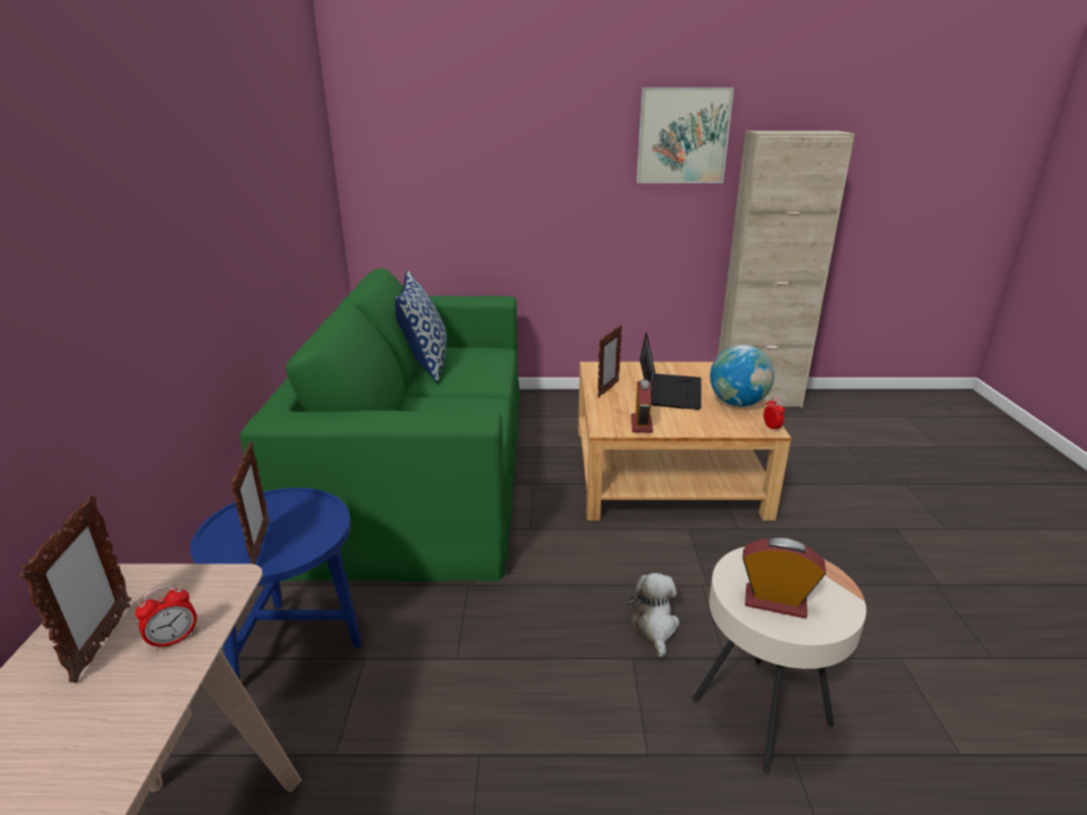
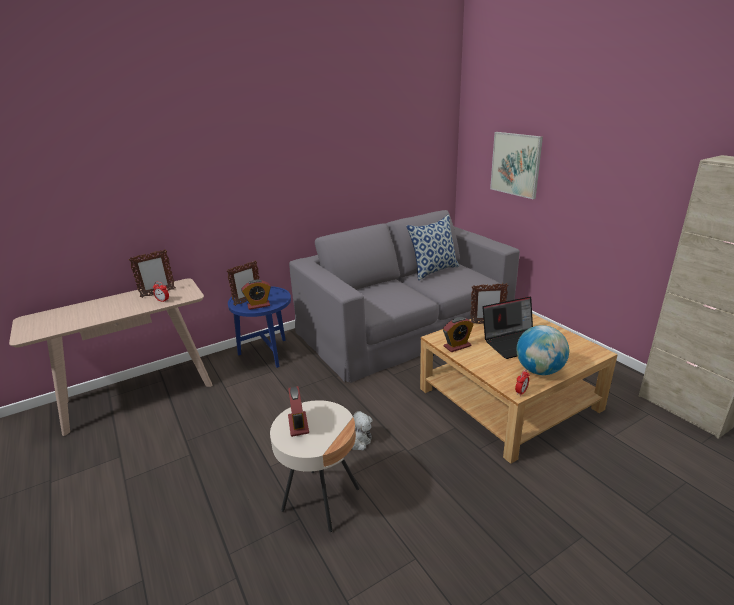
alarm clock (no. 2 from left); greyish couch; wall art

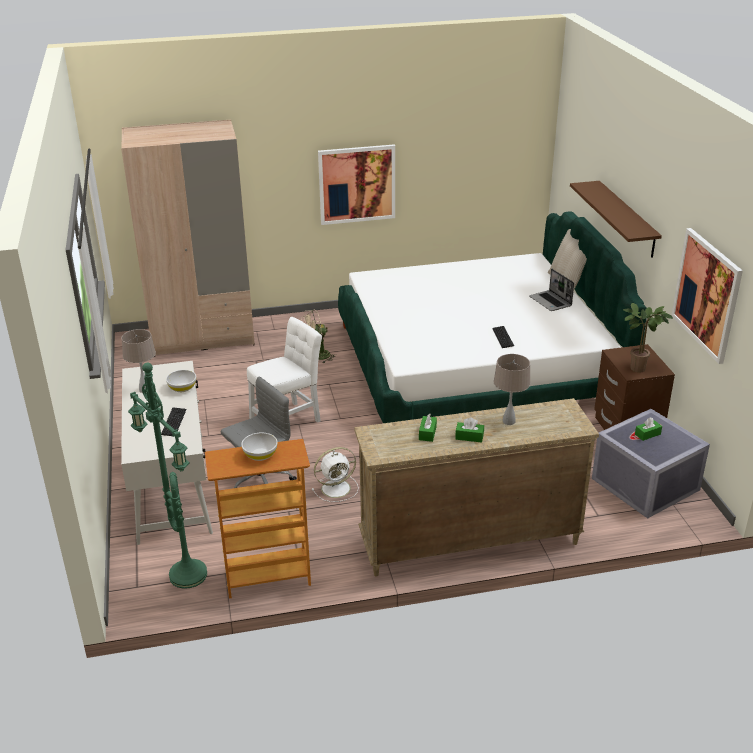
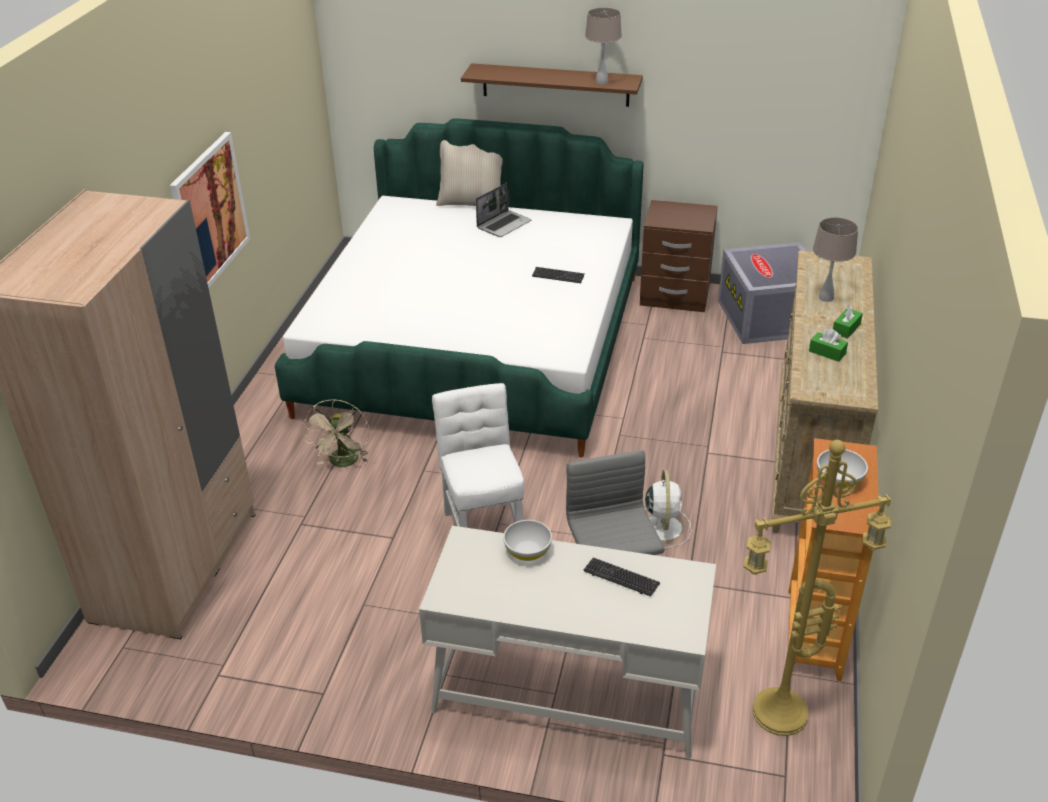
portable computer; sand-coloured tabletop lamp (no. 1 from left); yellow floor lamp; plant in a pot; green tissue holder (no. 3 from left in the first image); wall art (no. 2 from left in the first image)

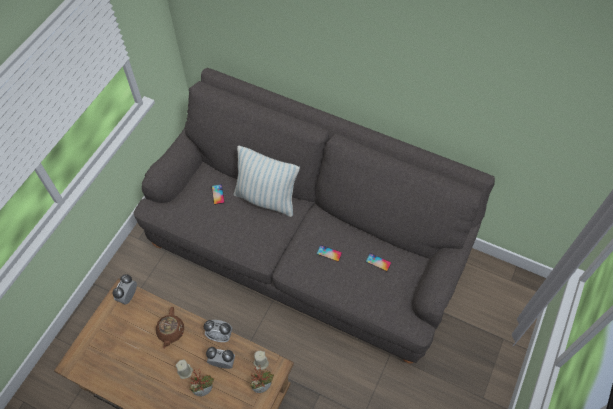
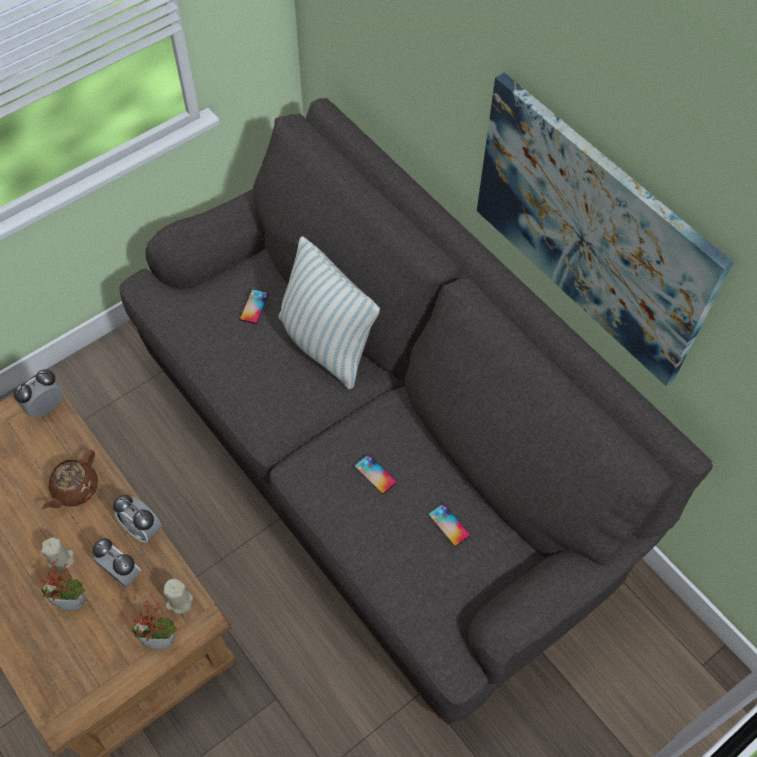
wall art

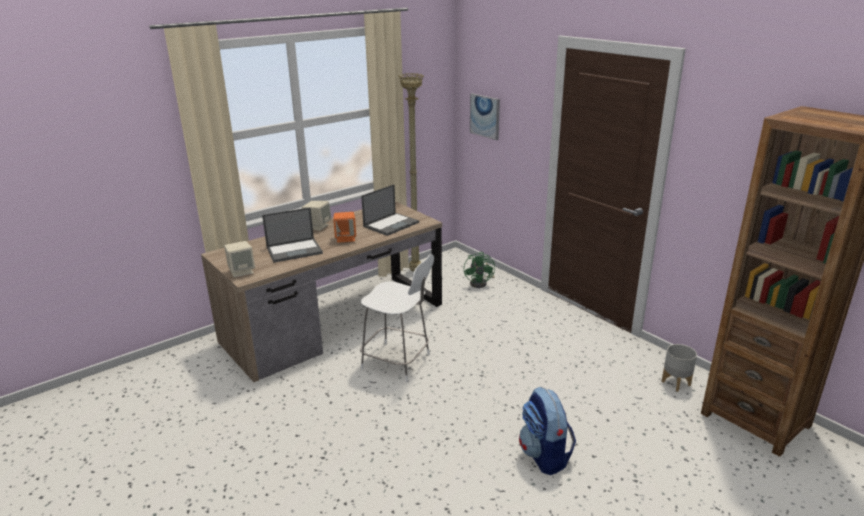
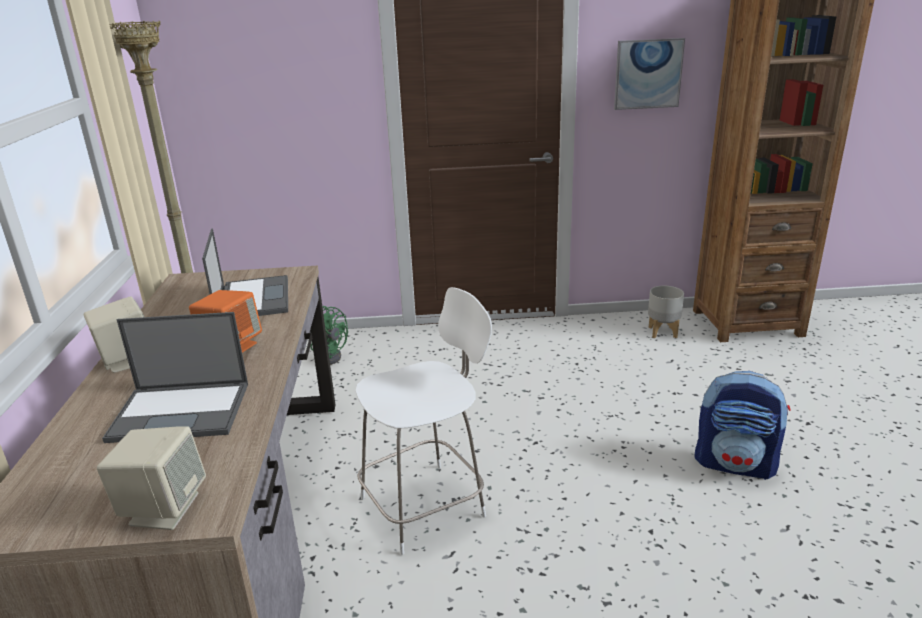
portable computer (no. 1 from left); wall art

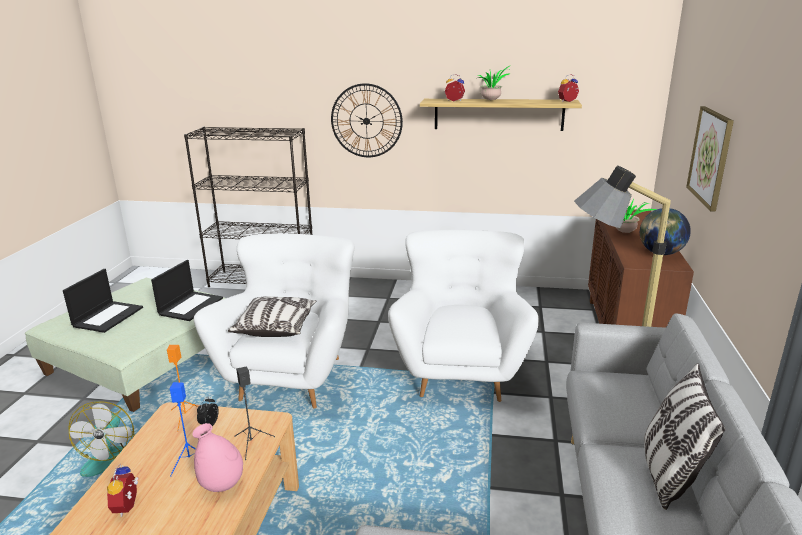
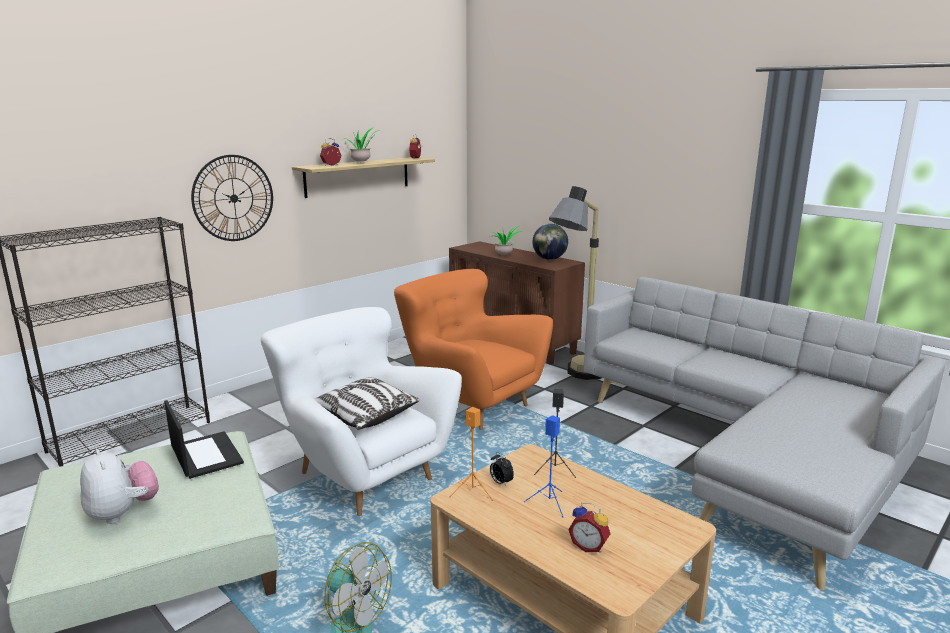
cuddly toy; orange armchair; pinkish flower vase; throw pillow (no. 2 from left in the first image); wall art

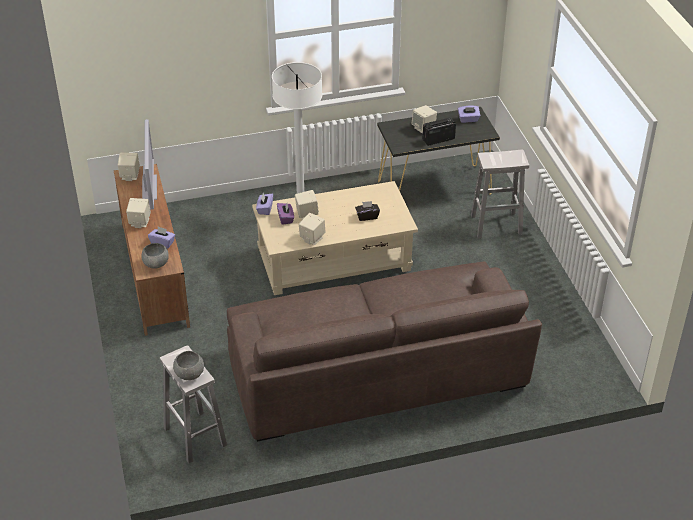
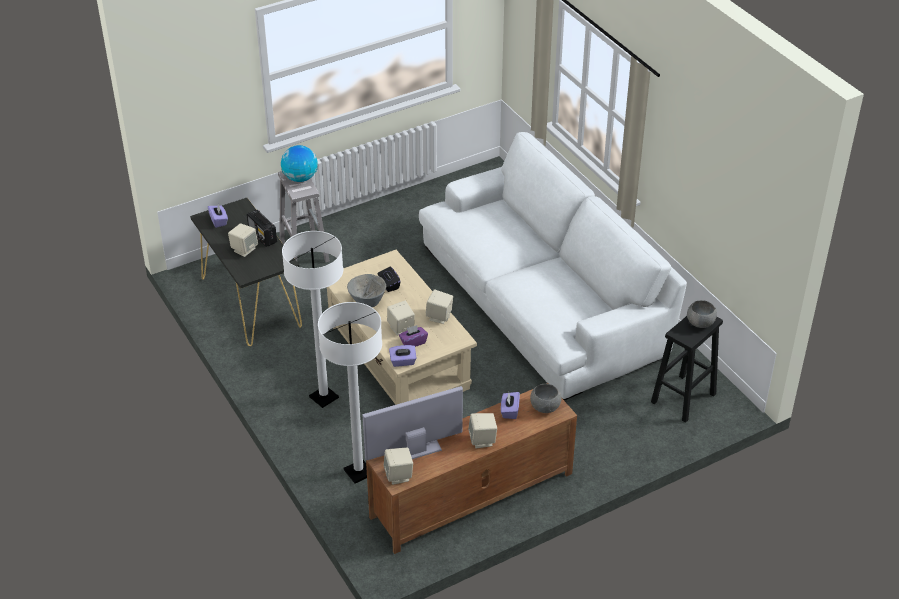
desk globe; white floor lamp (no. 2 from left); greyish bowl (no. 1 from left); white couch; blackish sitting stool

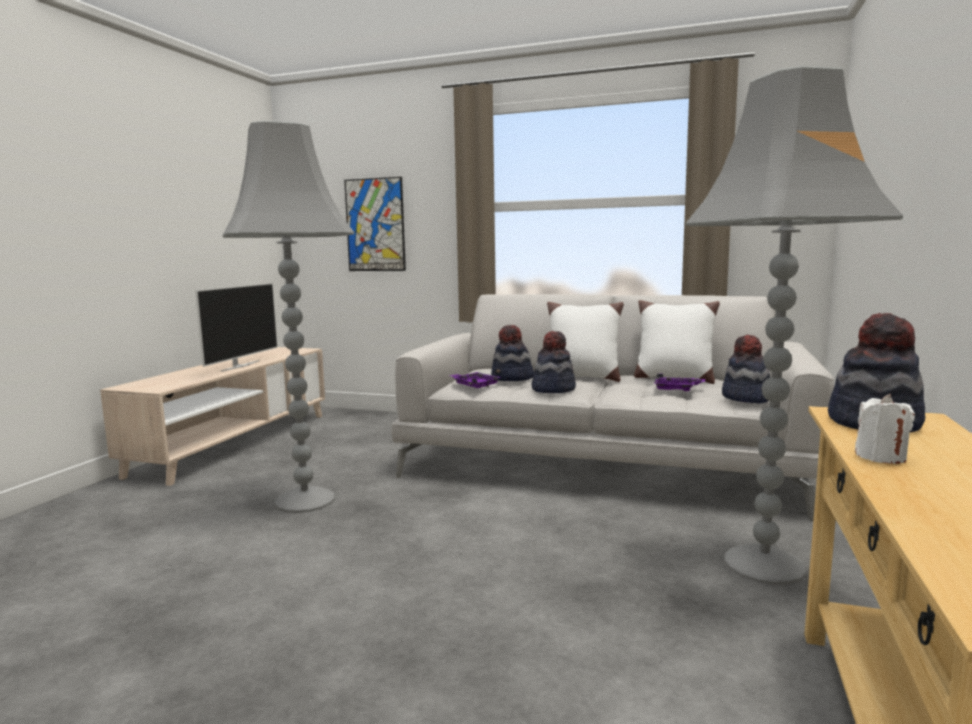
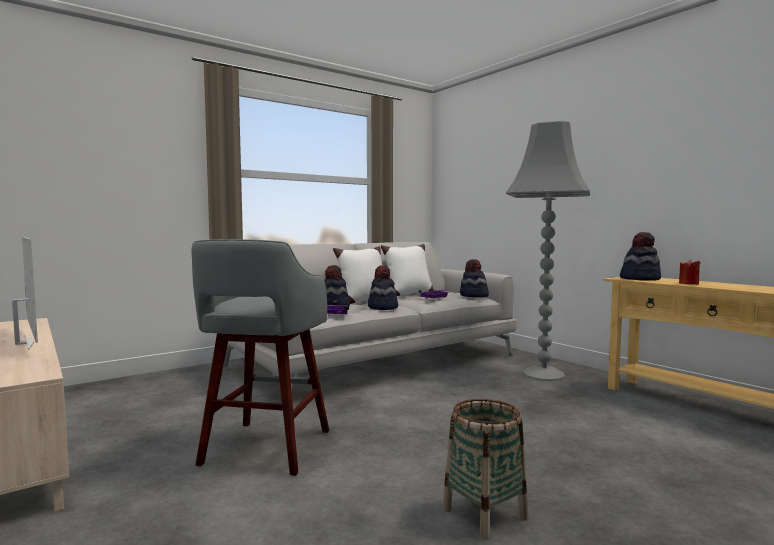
greyish sitting stool; storage basket; red-coloured wax candle; wall art

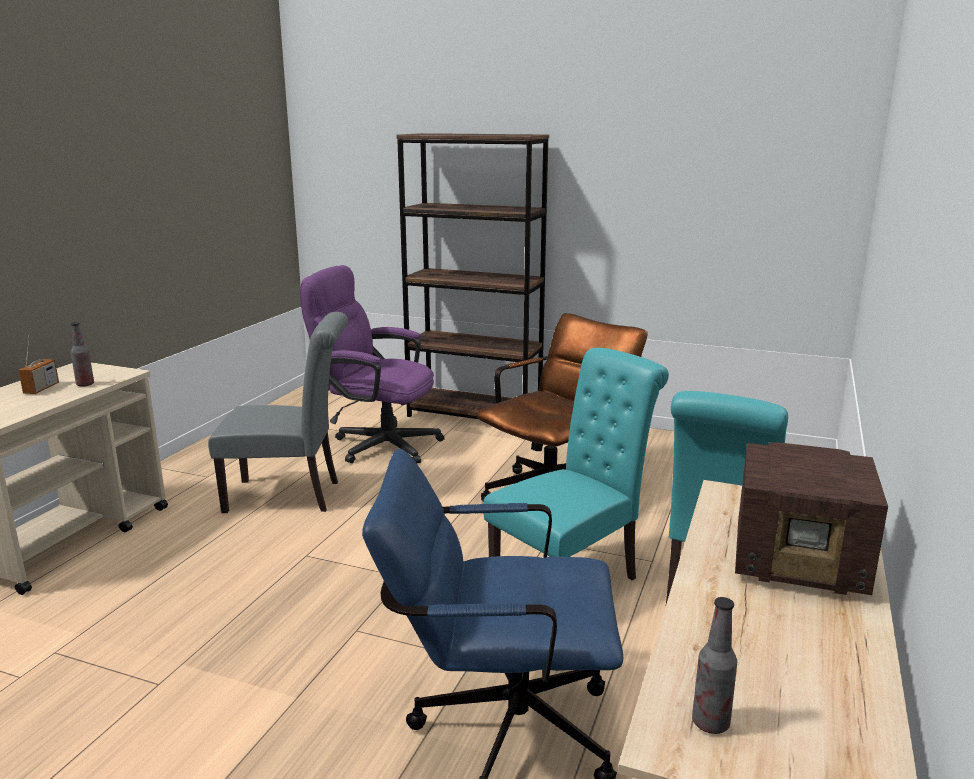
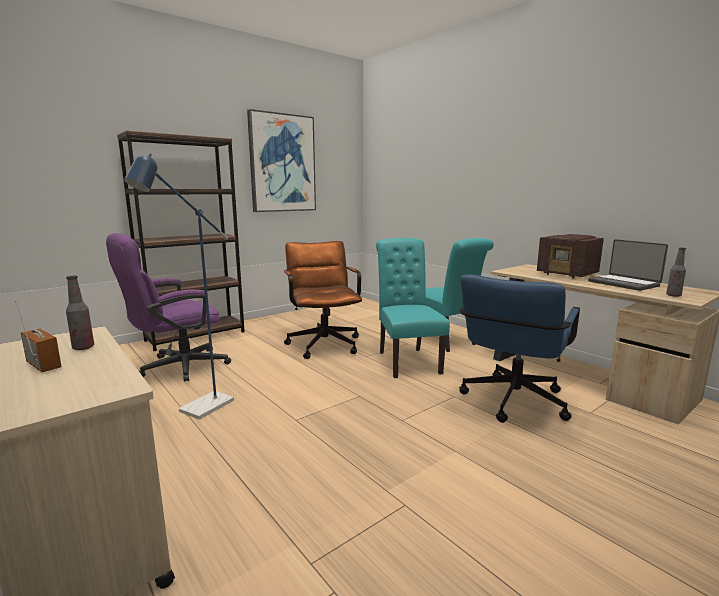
blue floor lamp; wall art; radio receiver (no. 2 from left); portable computer

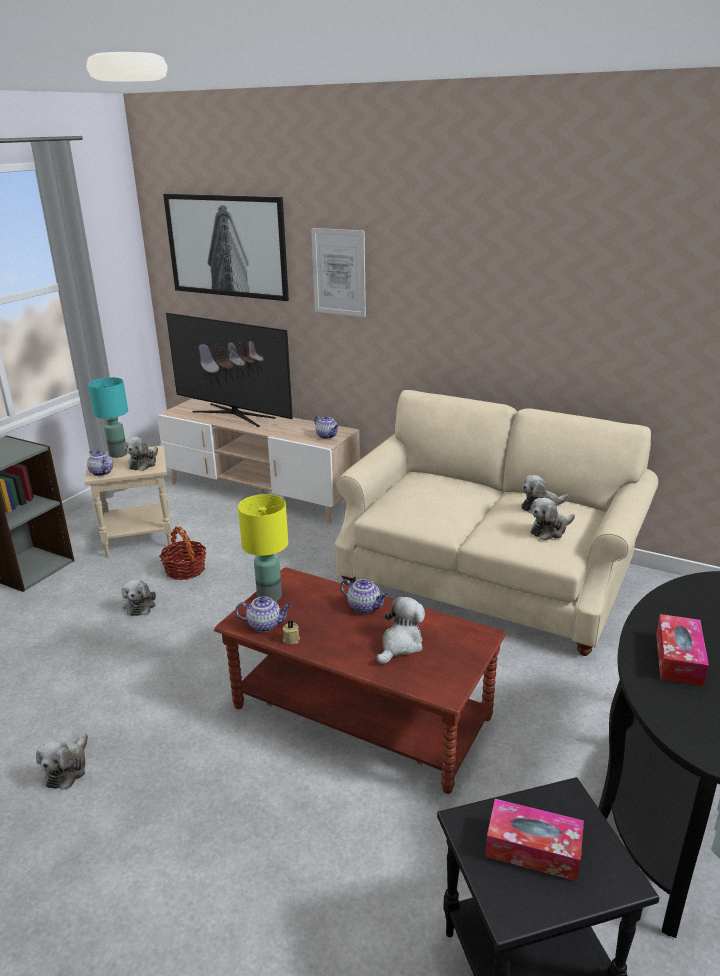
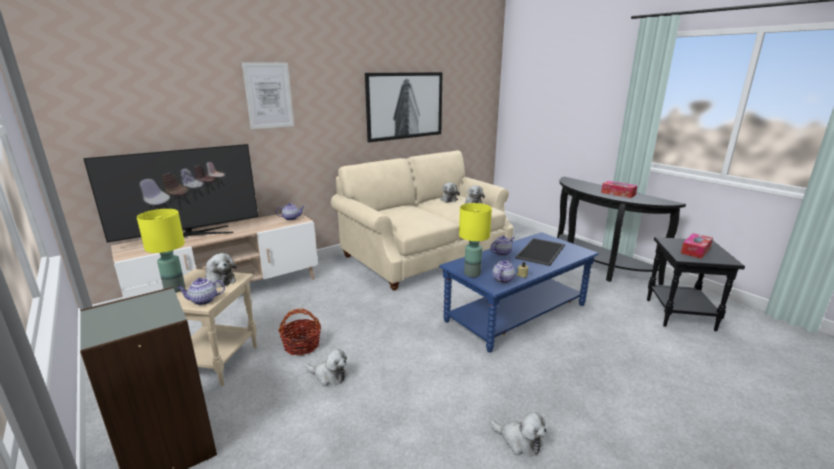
yellow tabletop lamp (no. 1 from left); wall art (no. 2 from left); blue coffee table; serving tray

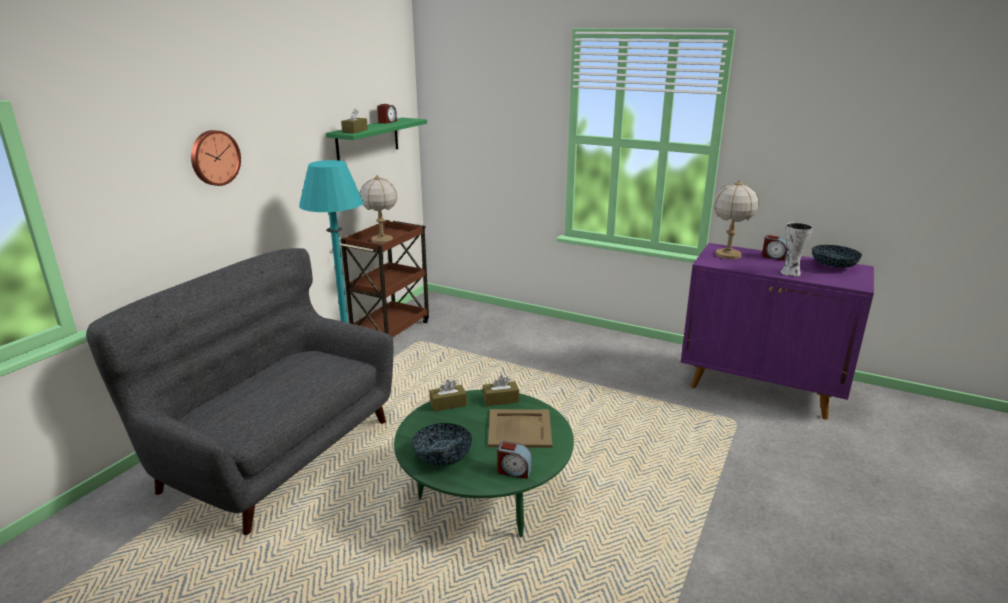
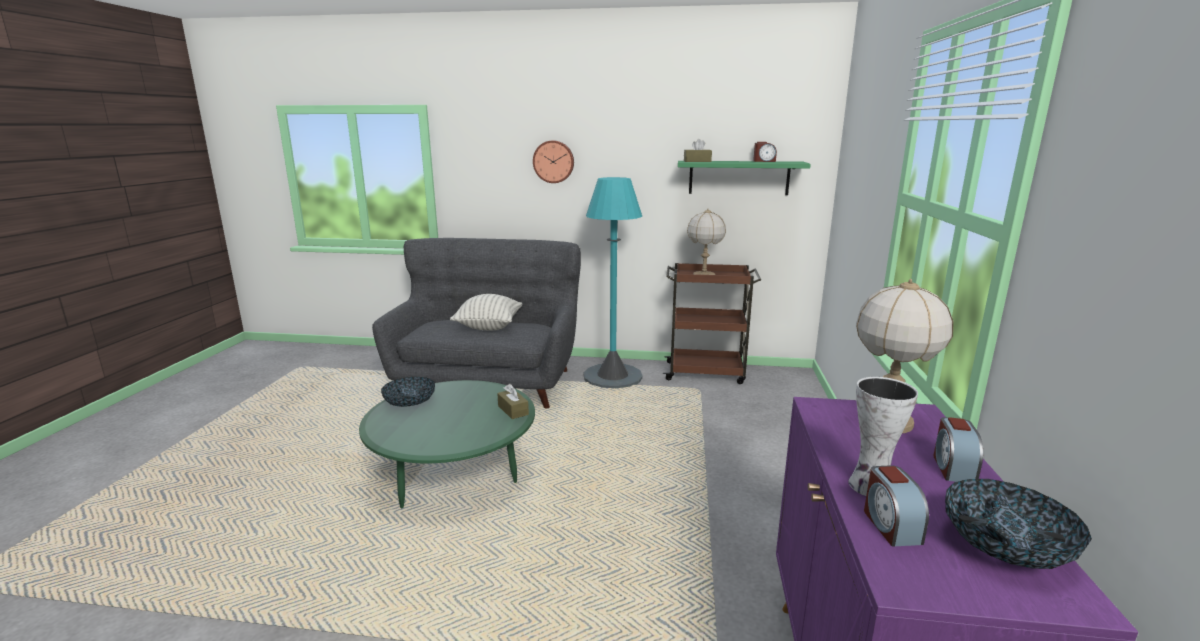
throw pillow; alarm clock (no. 2 from left); brownish tissue holder (no. 2 from left in the first image); sand-coloured serving tray

